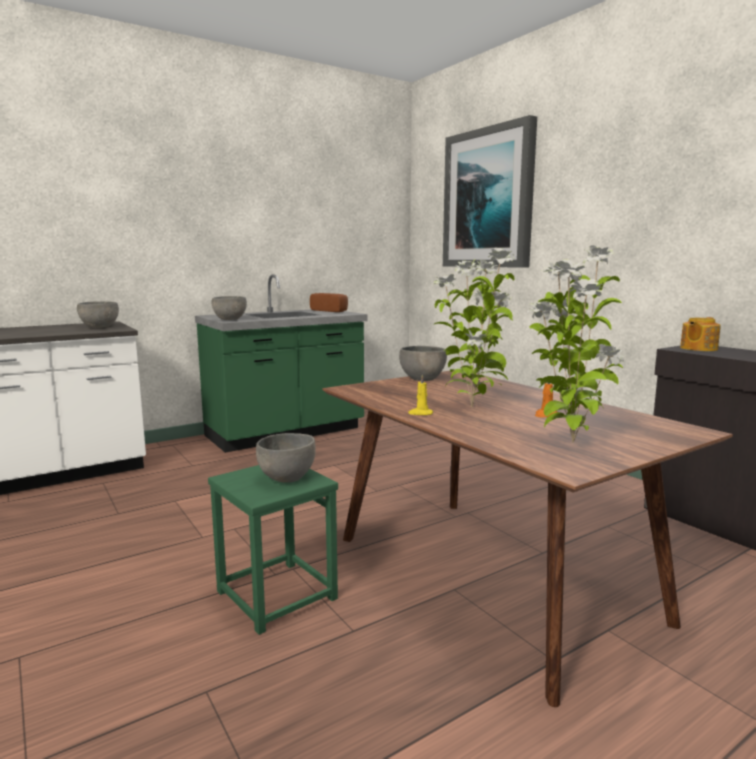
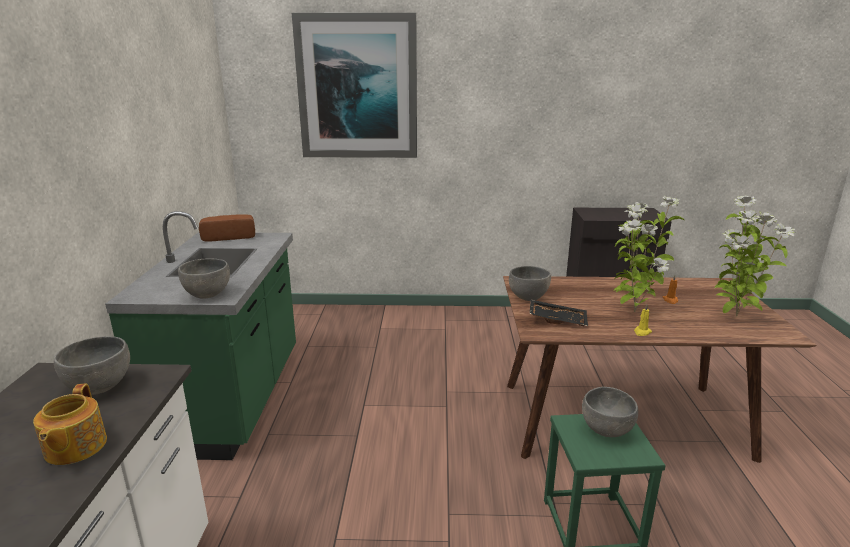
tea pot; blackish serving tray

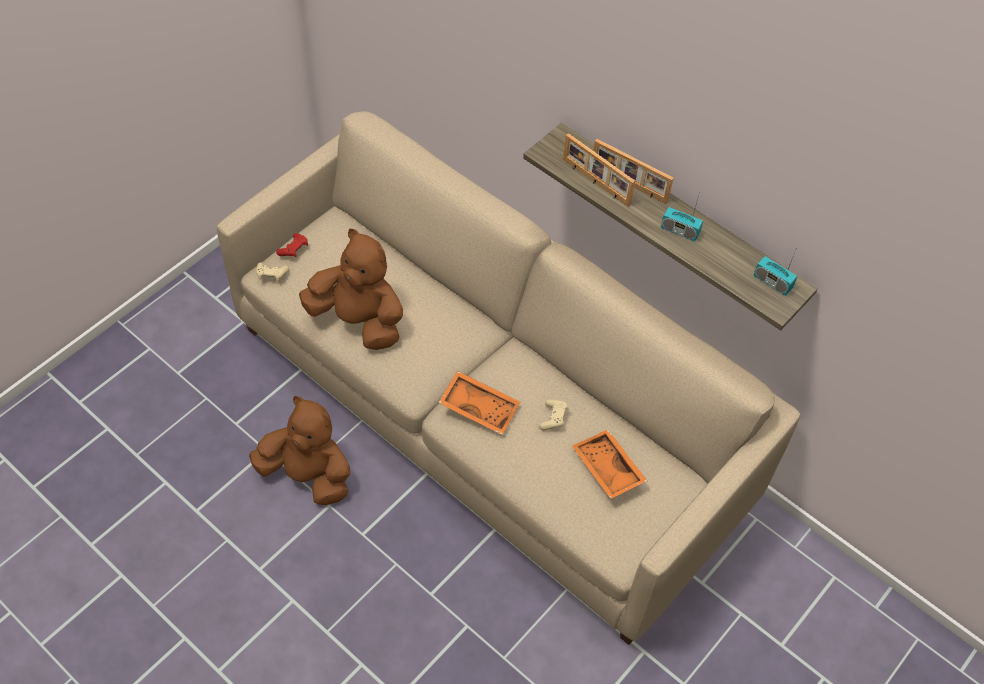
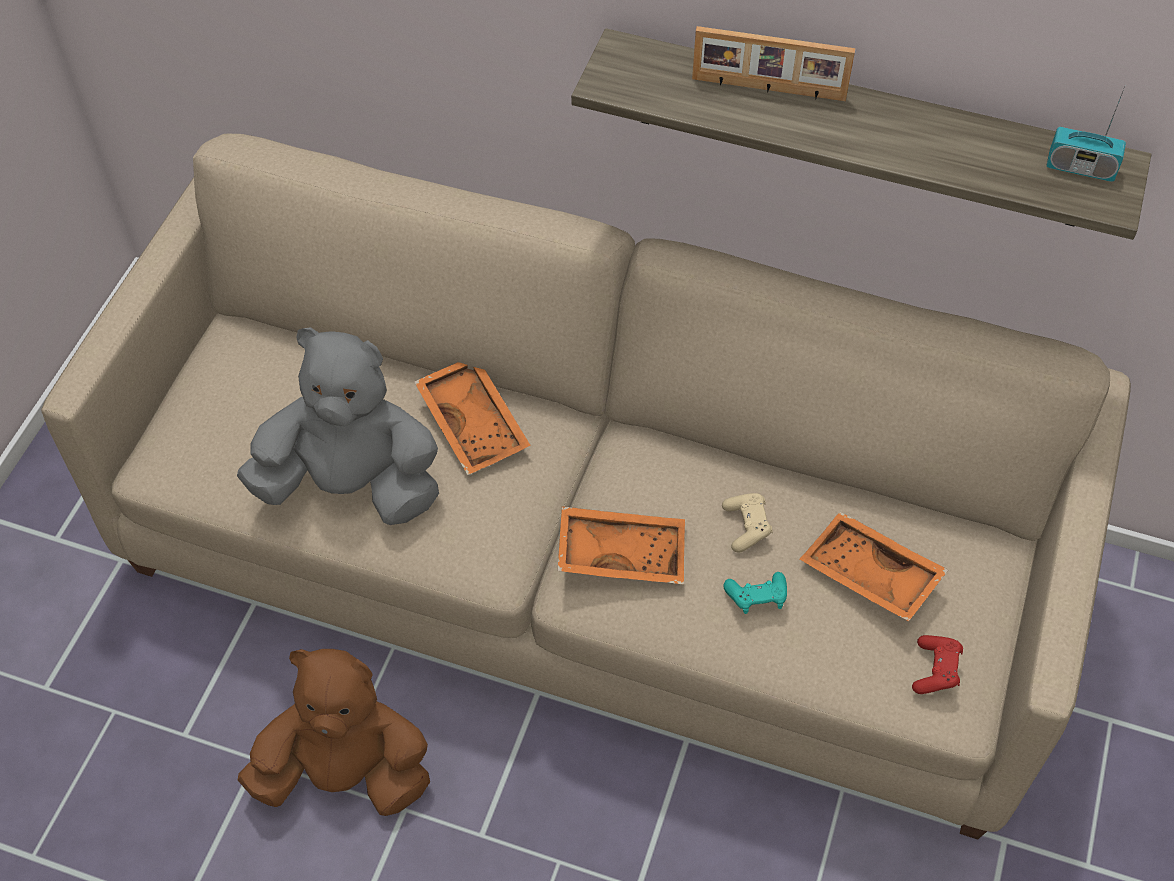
greyish cuddly toy; orange serving tray (no. 1 from left); turquoise-coloured gamepad; red-coloured gamepad; sand-coloured gamepad (no. 1 from left in the first image); picture frame (no. 1 from left in the first image); radio receiver (no. 1 from left in the first image)

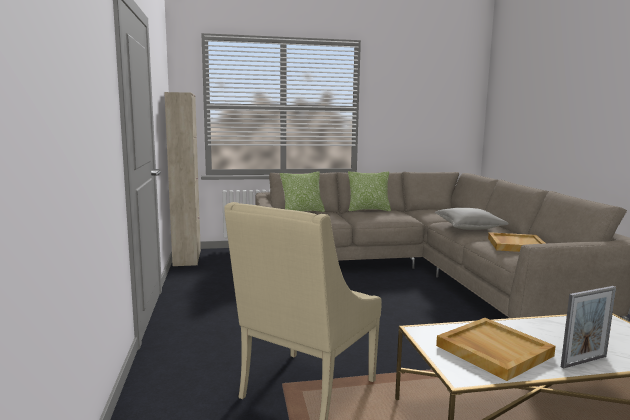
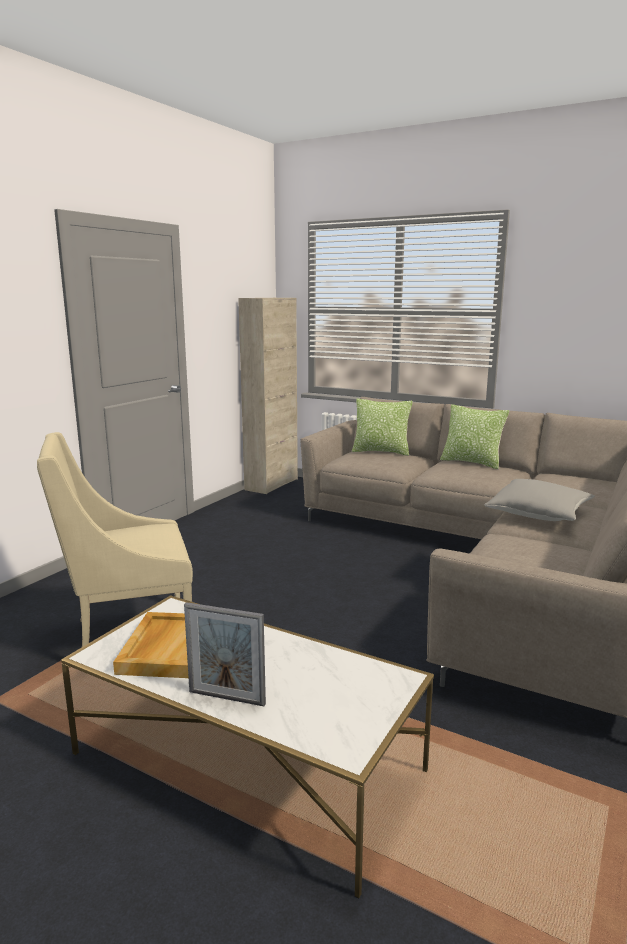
sand-coloured serving tray (no. 2 from left in the first image)

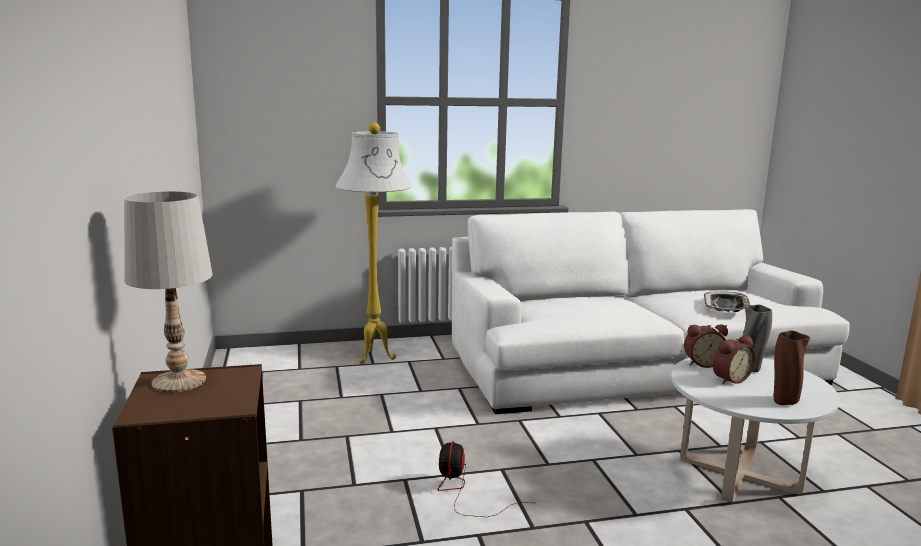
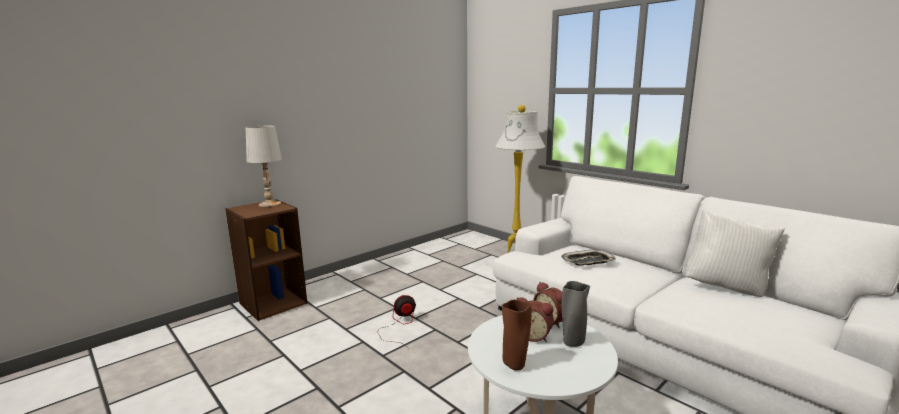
serving tray; white throw pillow

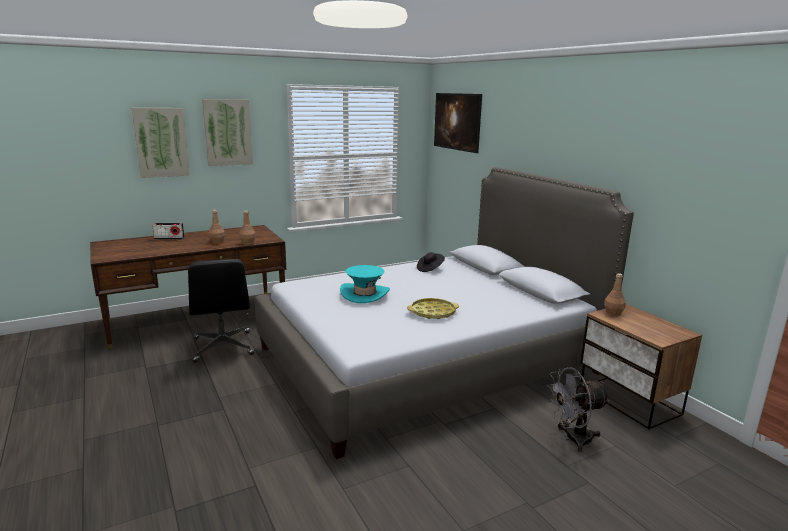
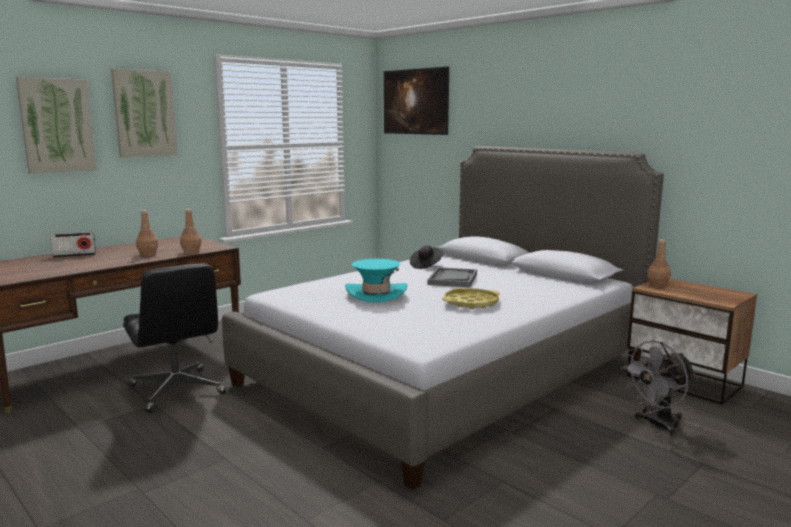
greyish serving tray

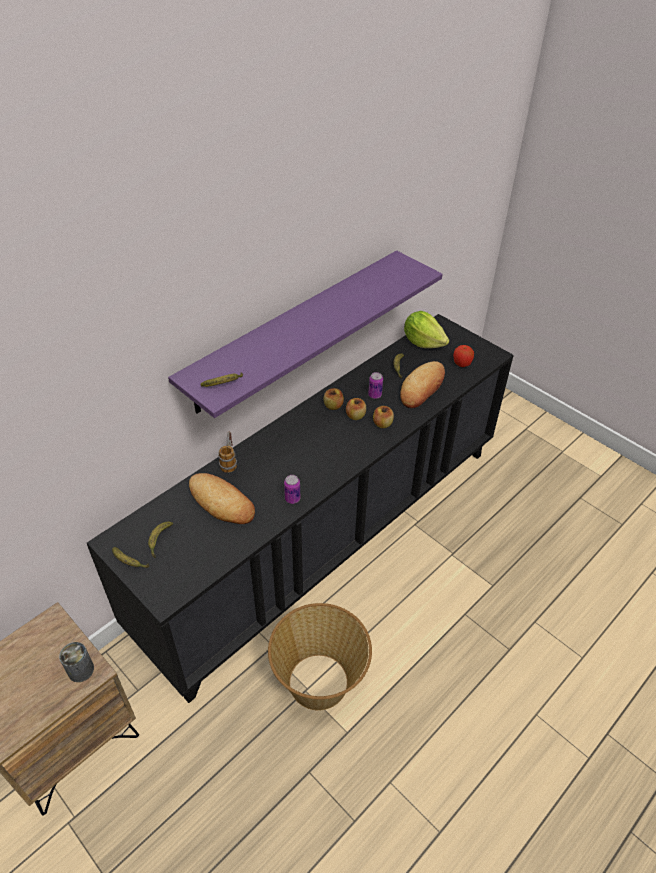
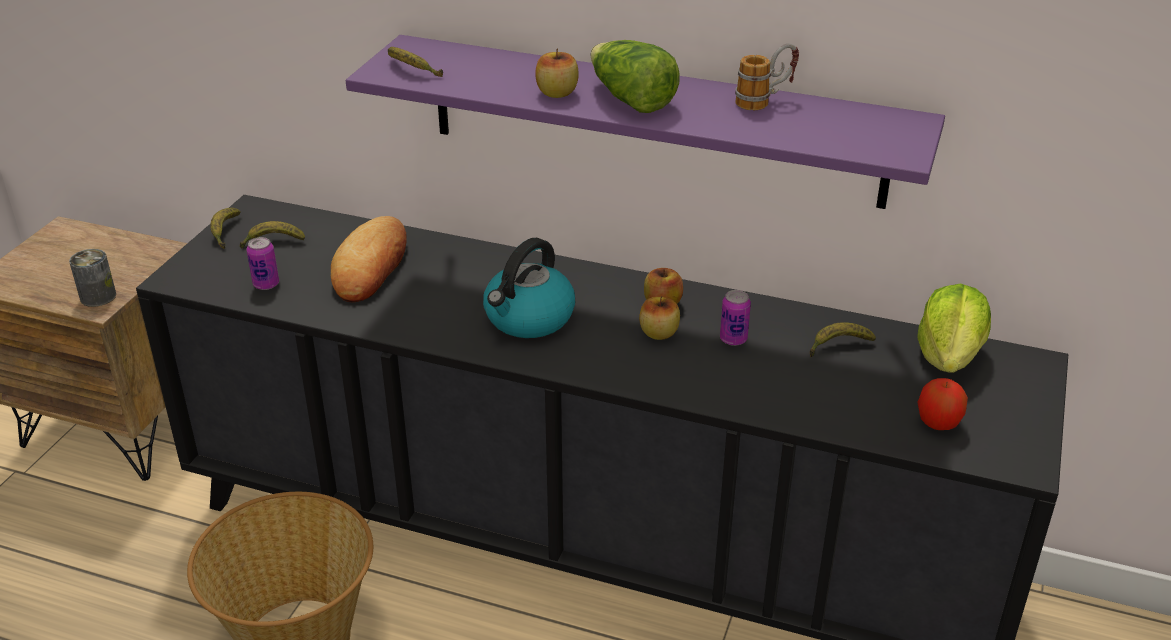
can (no. 2 from left); water kettle; apple (no. 1 from left); head of lettuce (no. 1 from left); tea mug; bakery bread (no. 2 from left in the first image)

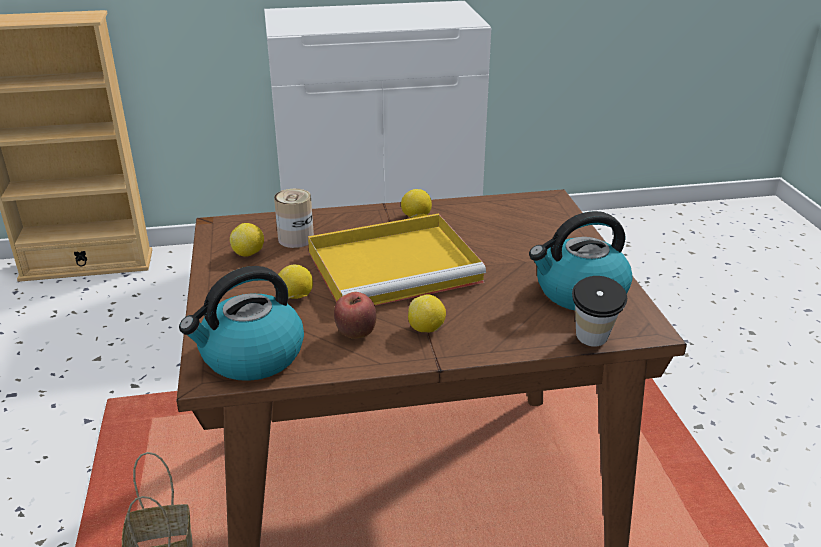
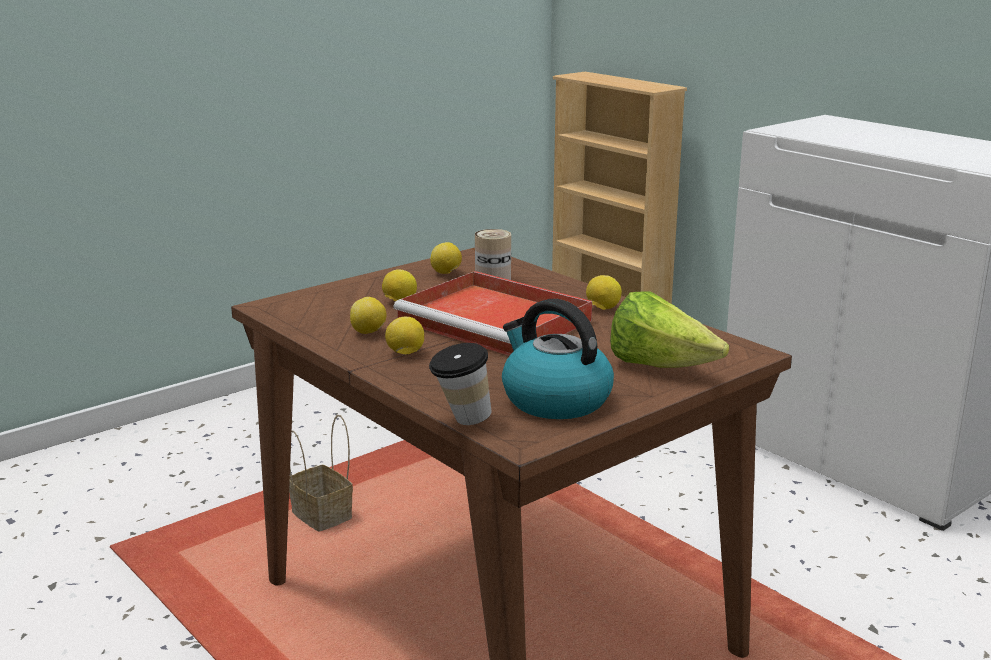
whole lemon (no. 1 from left); red-coloured serving tray; head of lettuce; water kettle (no. 1 from left in the first image)

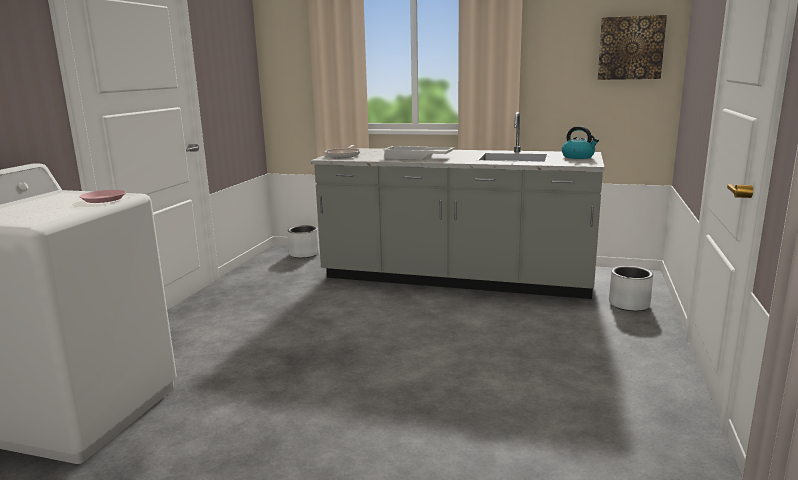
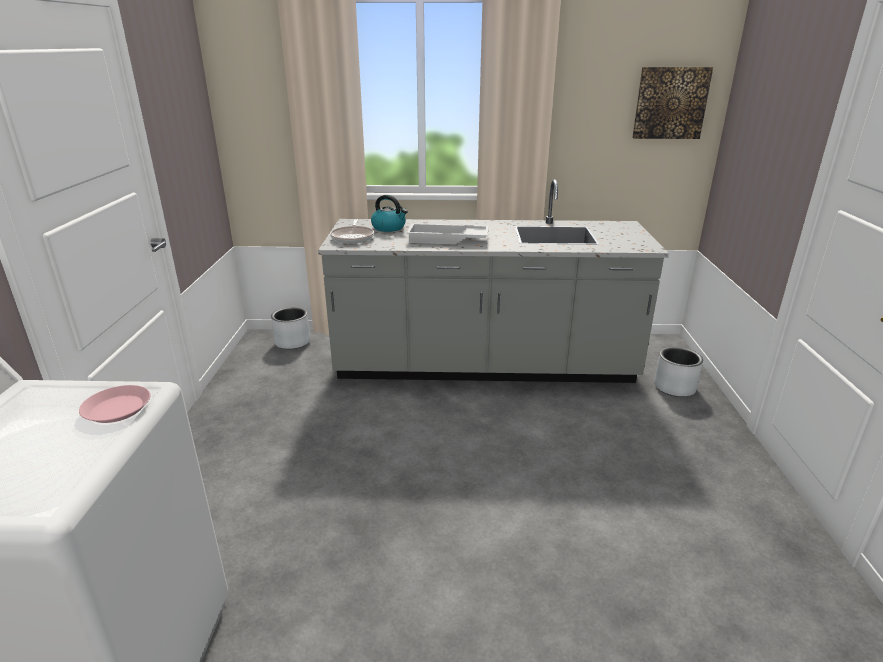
water kettle

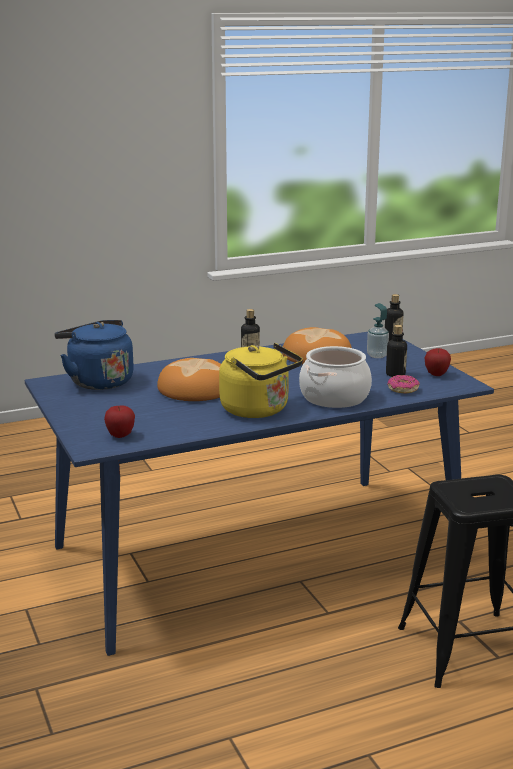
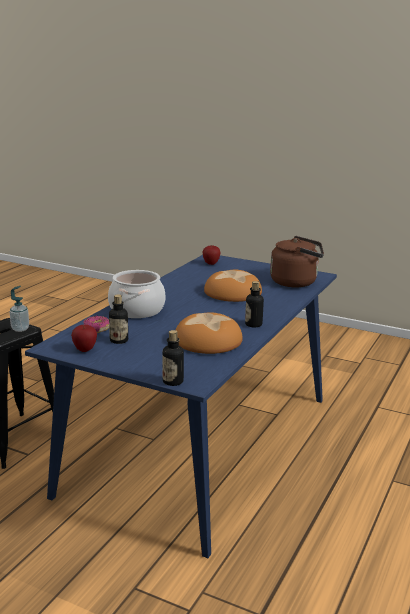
liquid soap bottle; brownish water kettle; yellow water kettle

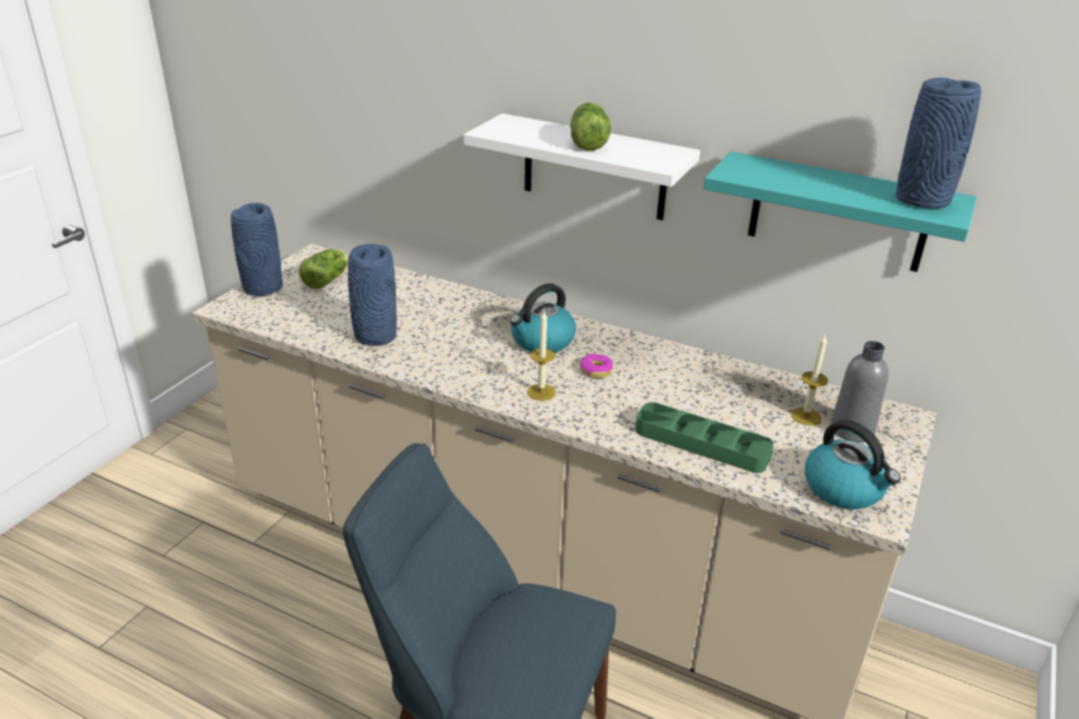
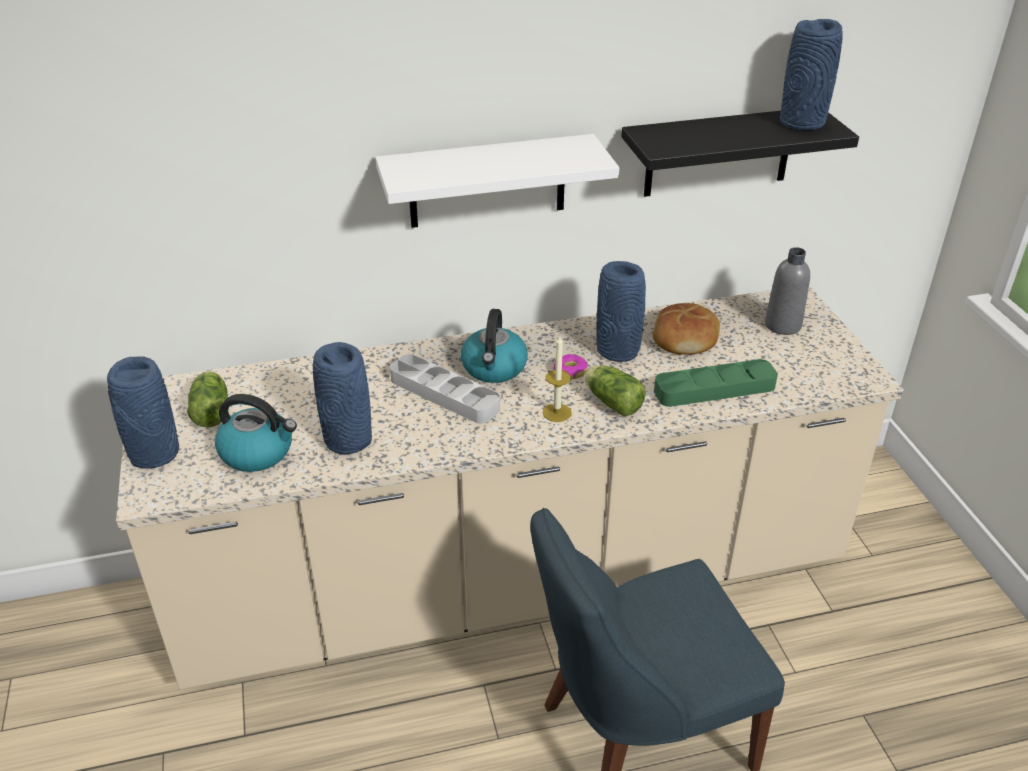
water kettle (no. 1 from left); greyish serving tray; head of lettuce (no. 2 from left); blue flower vase (no. 3 from left); blackish wall shelf; bakery bread; wax candle (no. 2 from left in the first image)

